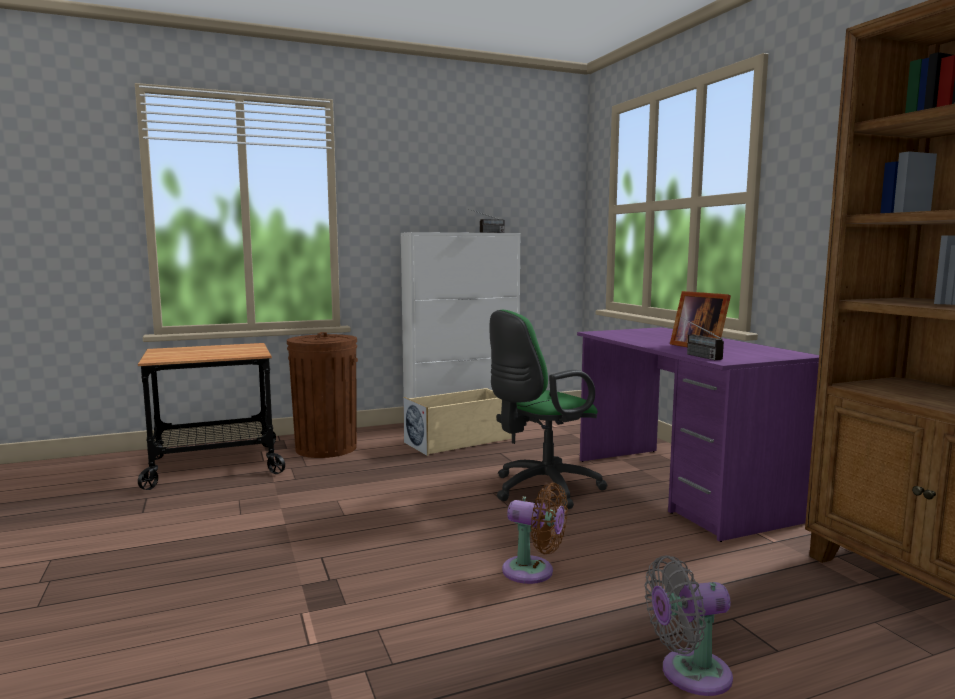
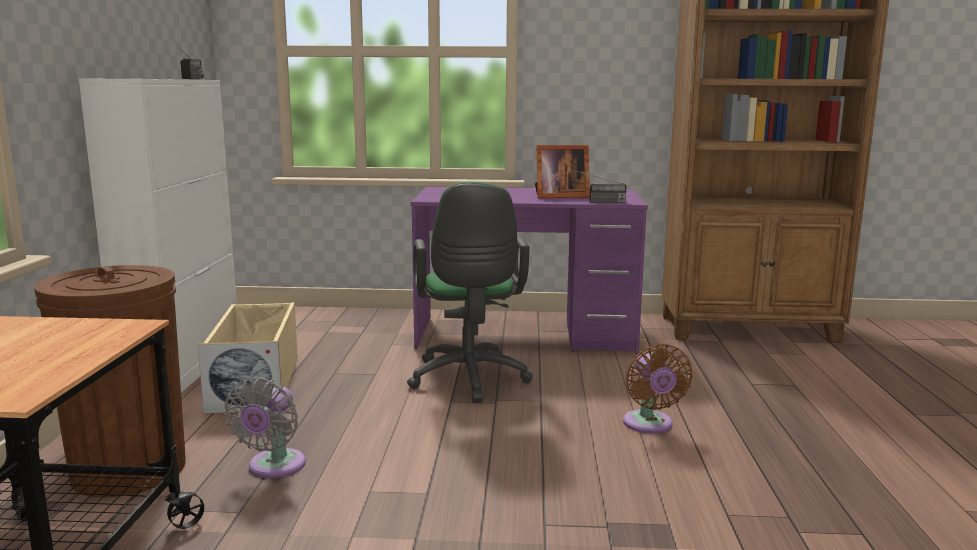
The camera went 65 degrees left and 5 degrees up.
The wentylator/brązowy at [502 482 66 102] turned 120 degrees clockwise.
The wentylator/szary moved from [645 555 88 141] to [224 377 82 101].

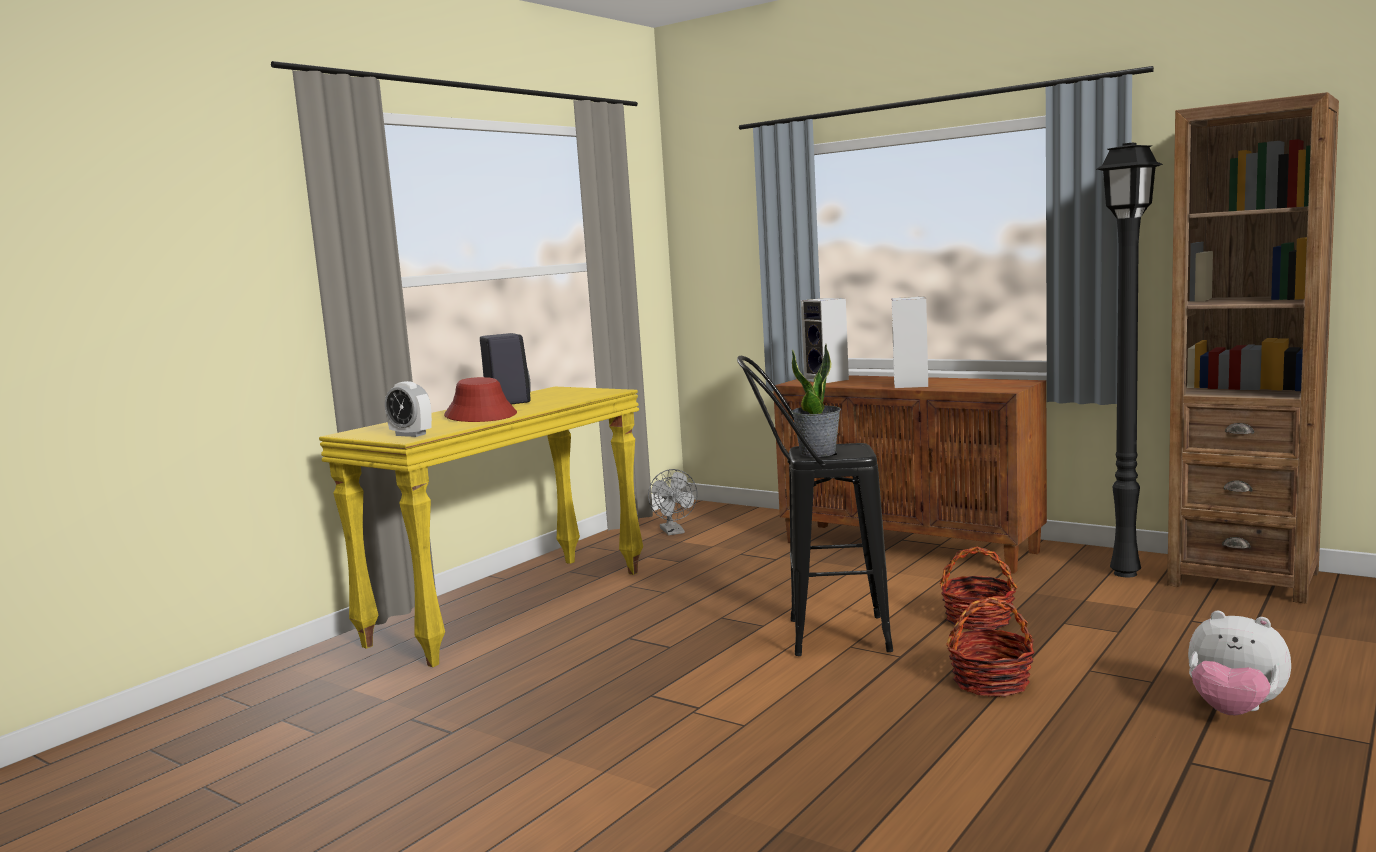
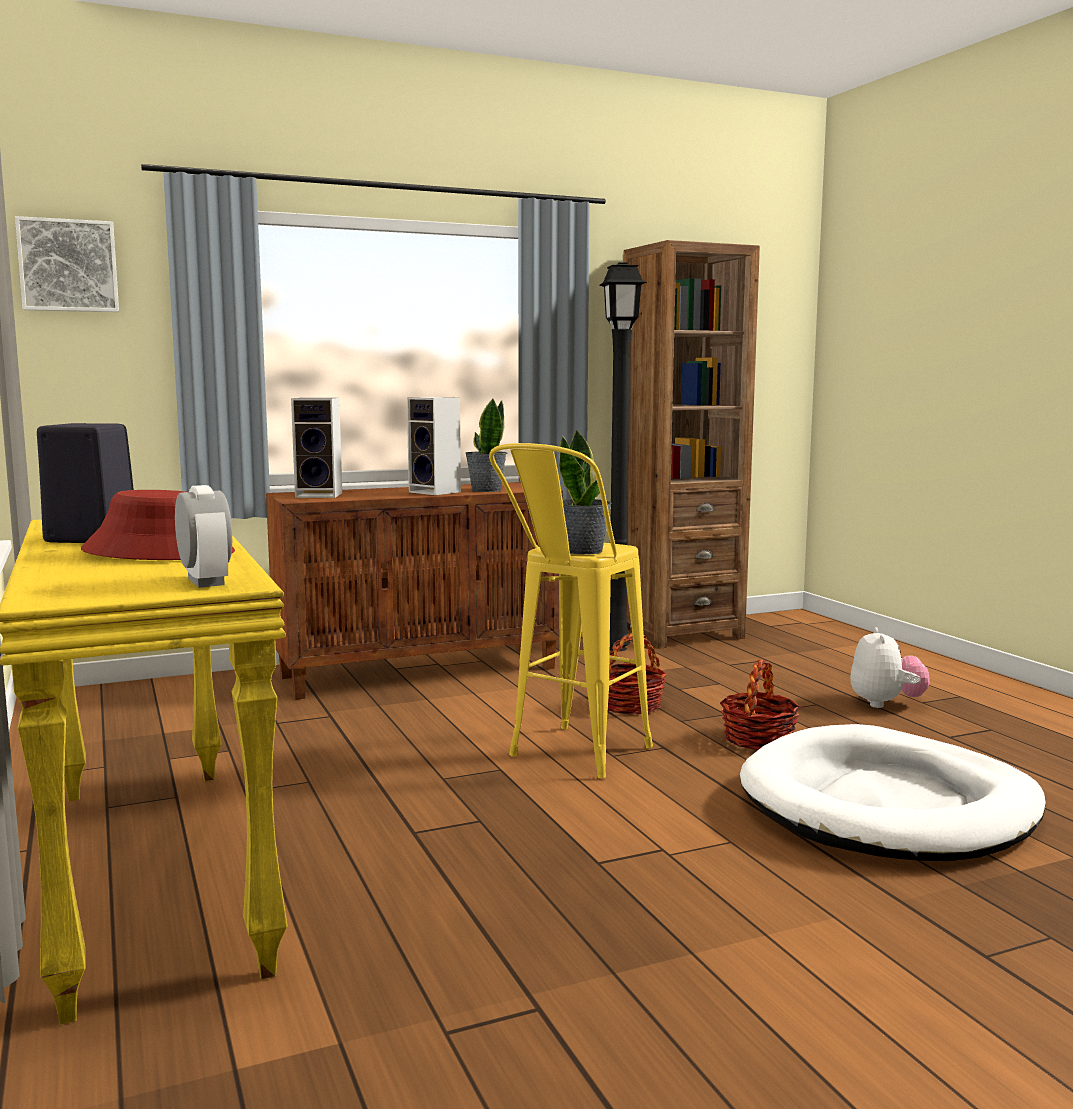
The camera went 60 degrees left and 0 degrees up.
The budzik at [385 381 47 56] turned 90 degrees counterclockwise.
The wentylator/szary at [648 469 49 66] disappeared.
The stołek/czarny at [737 356 156 300] became the stołek/żółty at [489 443 164 335].
The pluszak at [1188 611 103 104] turned 60 degrees counterclockwise.
The obraz at [15 216 104 96] appeared.
The roślina doniczkowa at [465 399 42 93] appeared.
The legowisko/biały at [740 724 306 137] appeared.

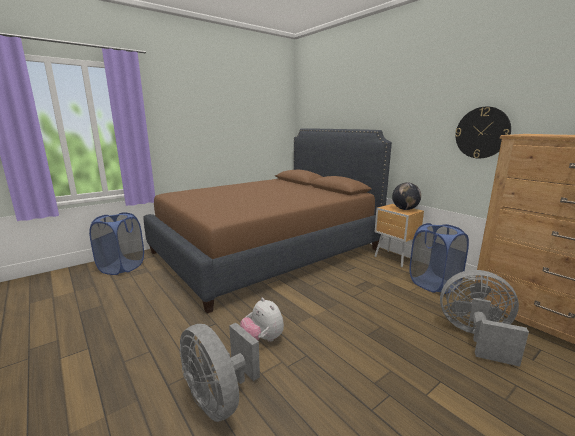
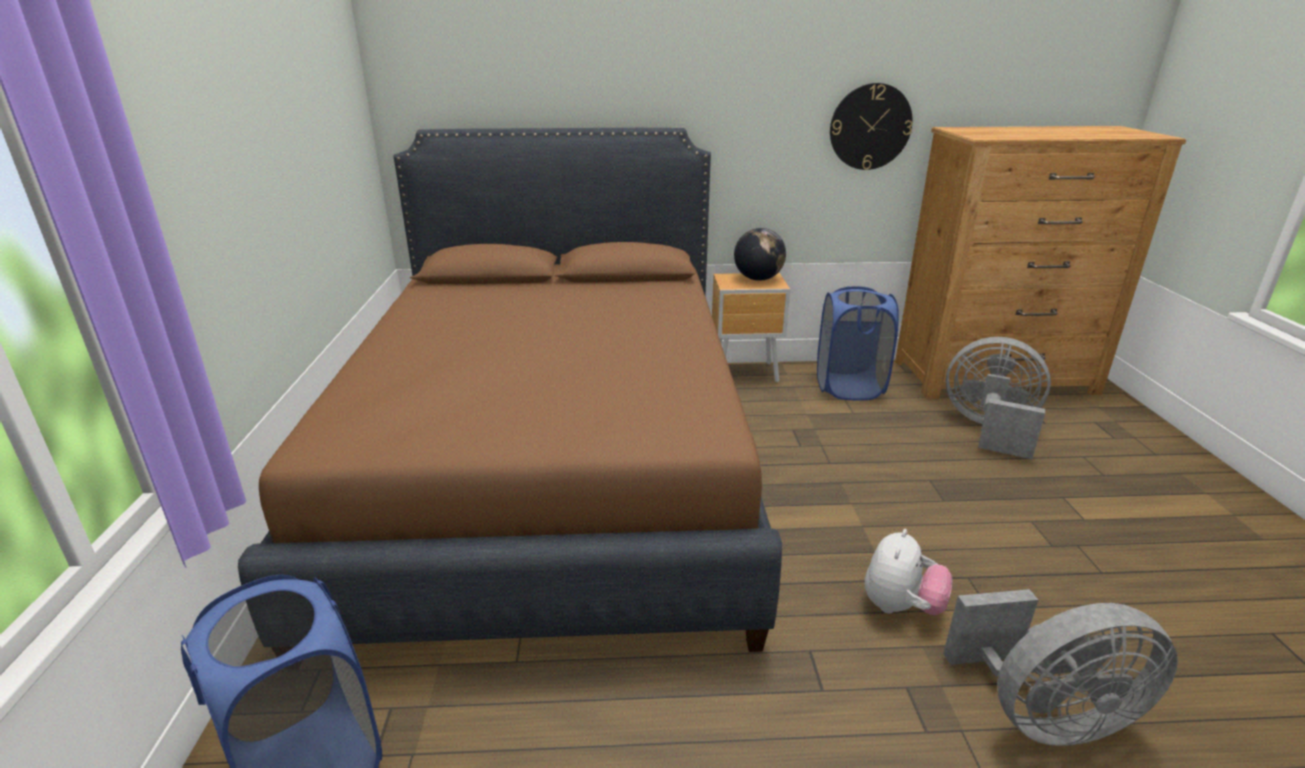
The camera went 55 degrees left and 10 degrees up.
The pluszak at [240 298 44 44] turned 60 degrees counterclockwise.
The wentylator/szary at [440 270 89 97] turned 60 degrees clockwise.

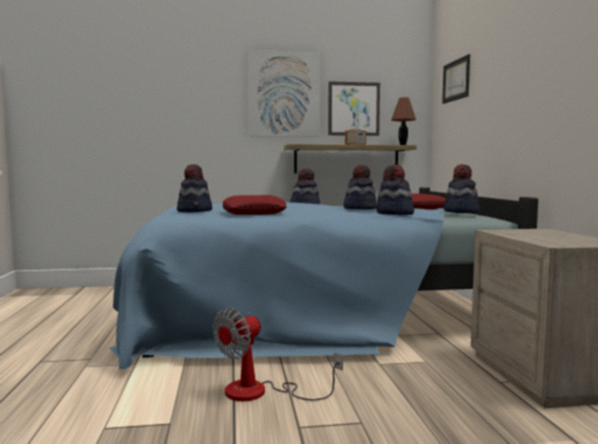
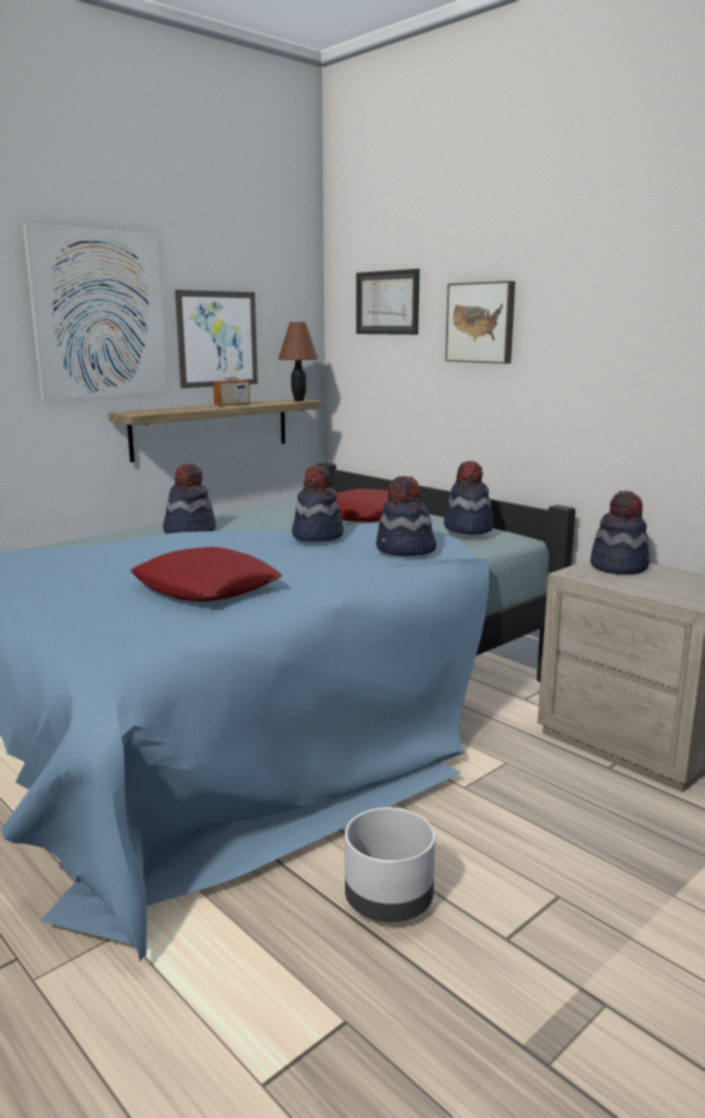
The camera went 35 degrees left and 10 degrees up.
The kapelusz moved from [177 164 35 48] to [591 490 59 84].
The wentylator at [213 307 130 94] was replaced by the donica/szary at [345 807 90 115].
The obraz at [445 281 70 83] appeared.

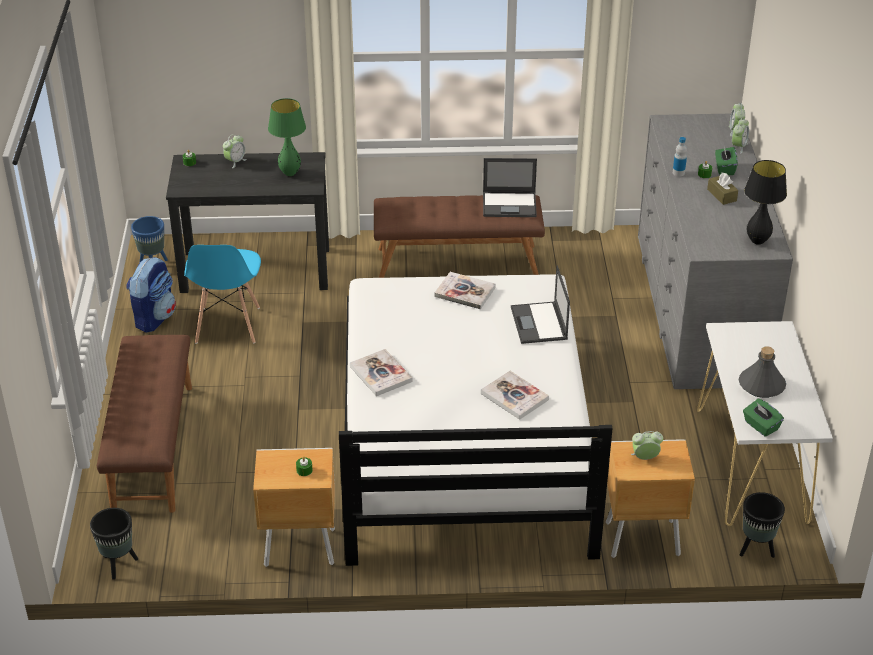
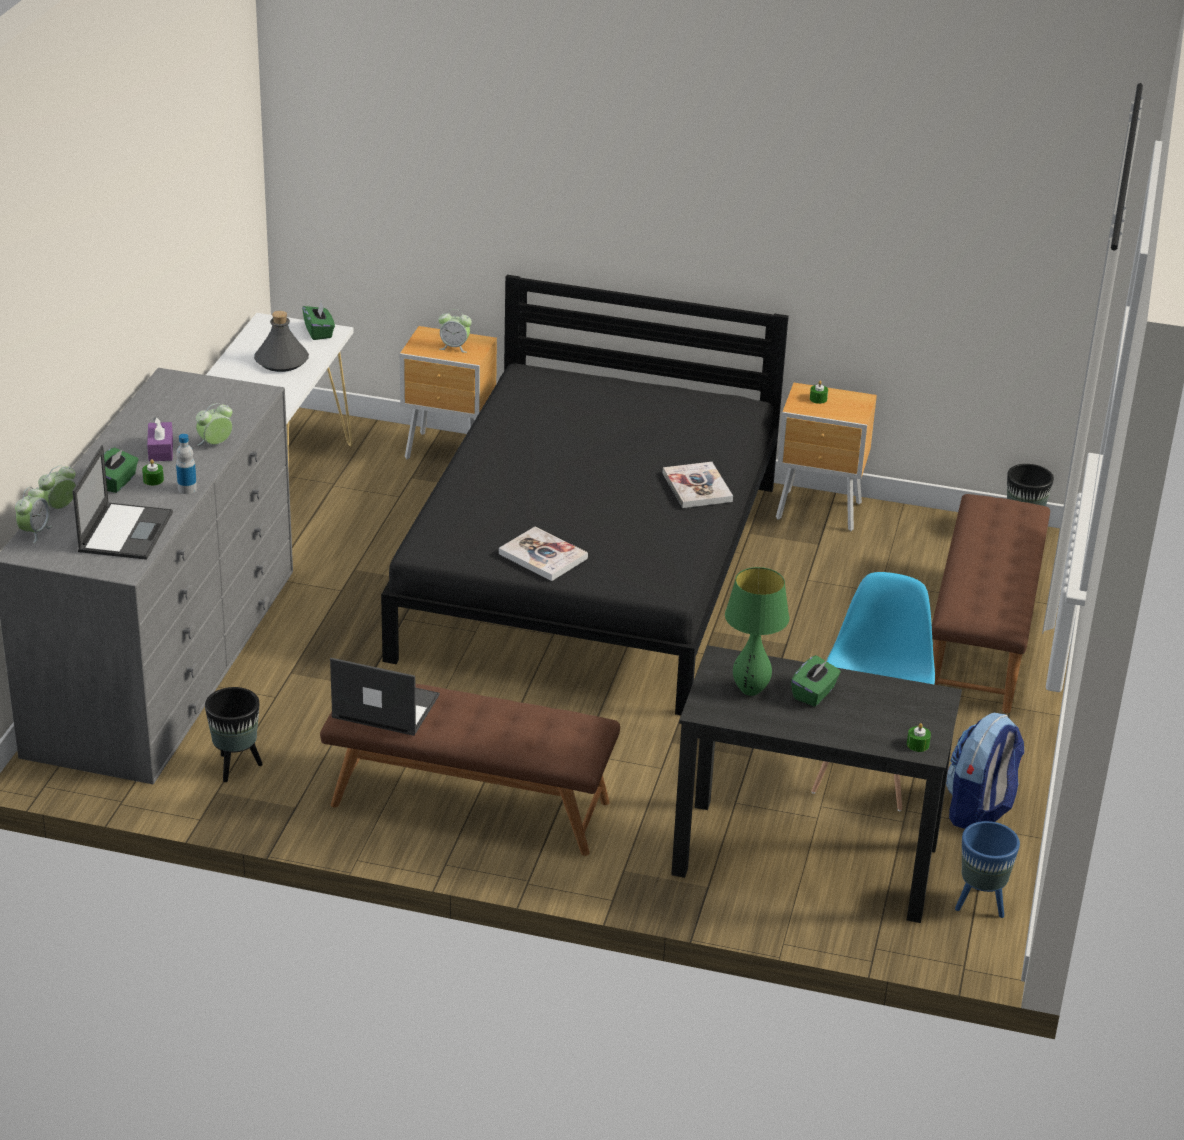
The camera went 165 degrees left and 5 degrees down.
The budzik moved from [223 134 24 34] to [196 403 37 43].
The łóżko/biały at [339 274 274 292] became the łóżko/czarny at [381 275 408 440].
The książka at [481 371 68 49] disappeared.
The laptop moved from [511 266 59 78] to [73 445 100 115].
The pudełko chusteczek/brązowy at [707 172 31 33] became the pudełko chusteczek/fioletowy at [147 417 26 45].
The donica/czarny moved from [740 492 45 66] to [205 687 58 95].
The lampa stołowa/czarny at [744 160 43 85] disappeared.
The pudełko chusteczek/zielony at [791 655 50 52] appeared.

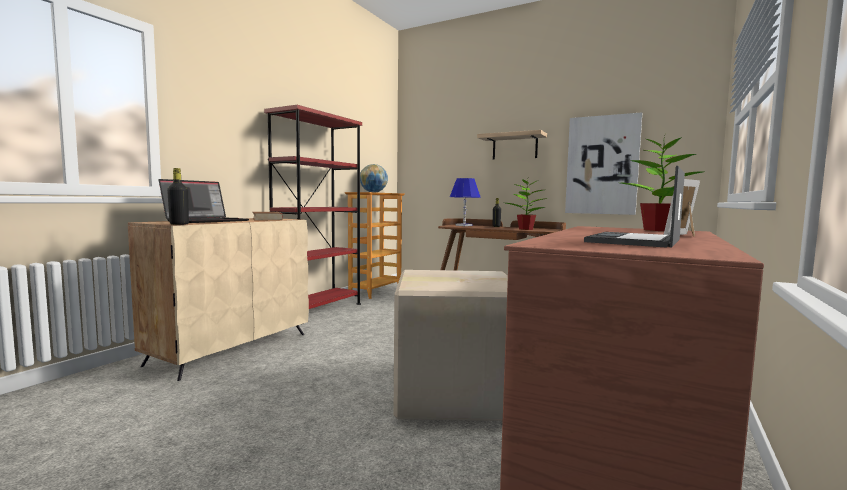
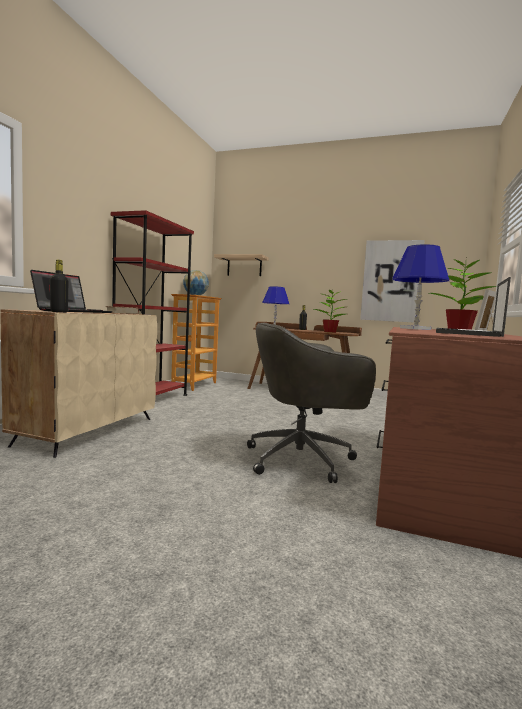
The camera went 10 degrees left and 0 degrees up.
The karton at [394 270 114 151] was replaced by the krzesło biurowe/szary at [247 323 129 160].
The półka moved from [477 130 70 30] to [214 254 55 22].
The lampa stołowa/niebieski at [392 244 57 86] appeared.

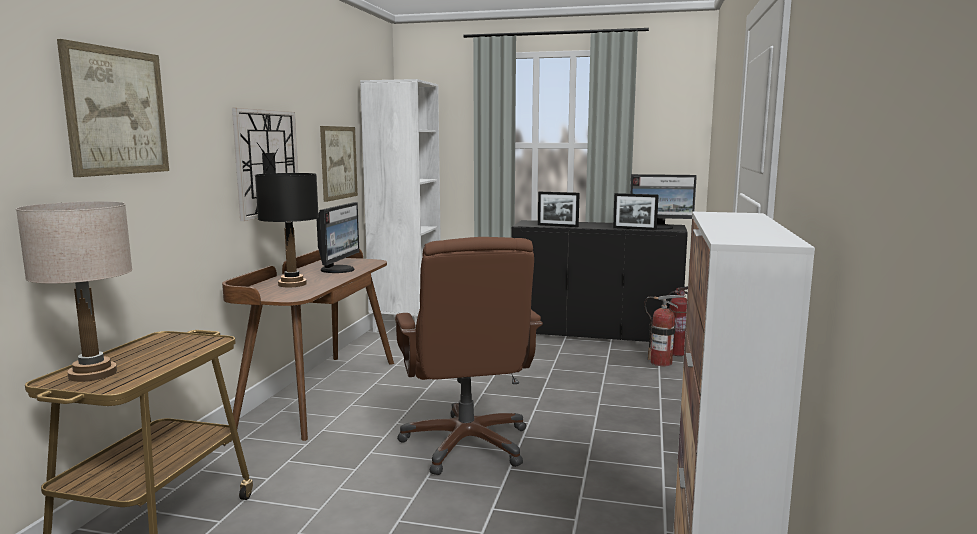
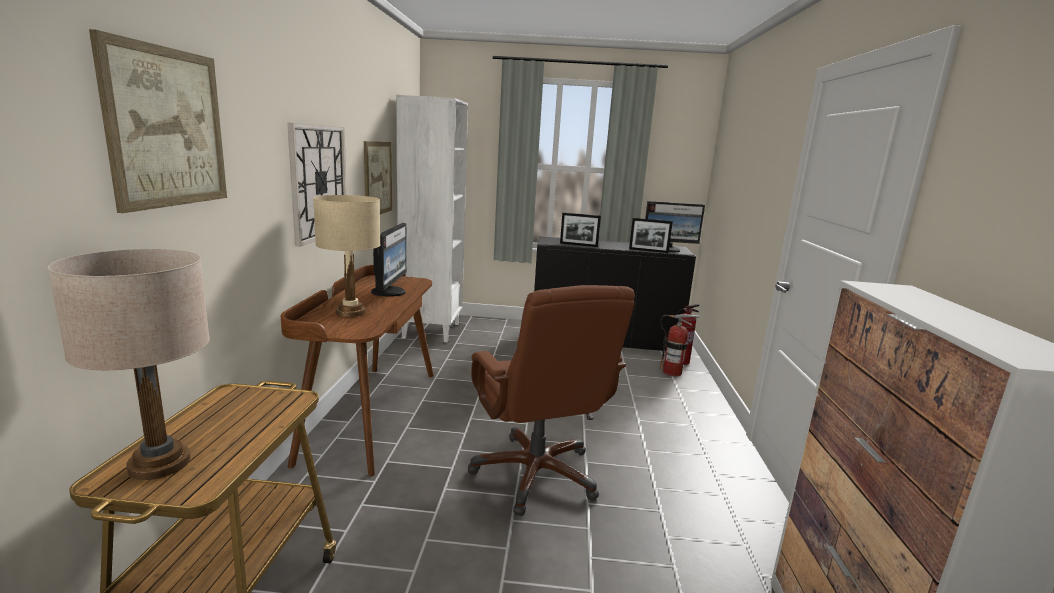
The camera went 10 degrees left and 5 degrees up.
The lampa stołowa/czarny at [255 173 64 115] became the lampa stołowa/beżowy at [313 195 67 122].

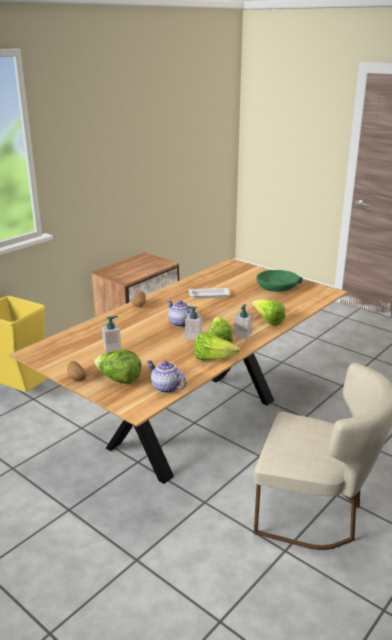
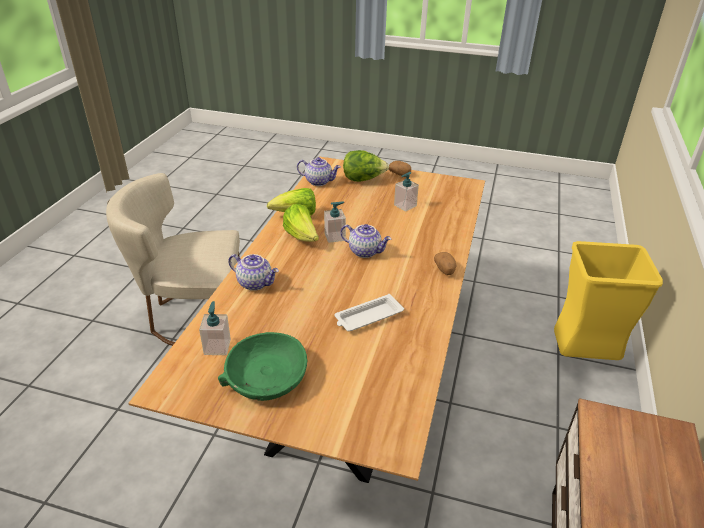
The camera went 155 degrees right and 10 degrees up.
The dozownik mydła moved from [234 304 19 36] to [199 301 32 54].
The sałata at [252 299 33 27] was replaced by the imbryk at [228 254 51 37].

